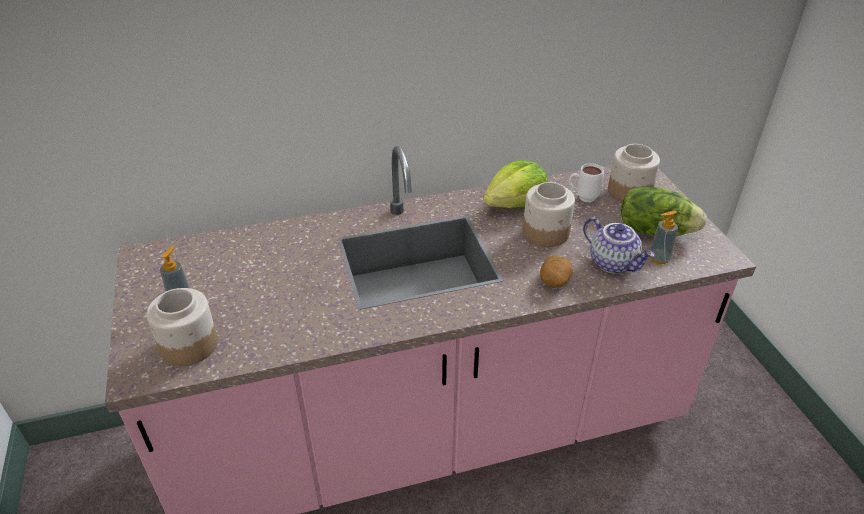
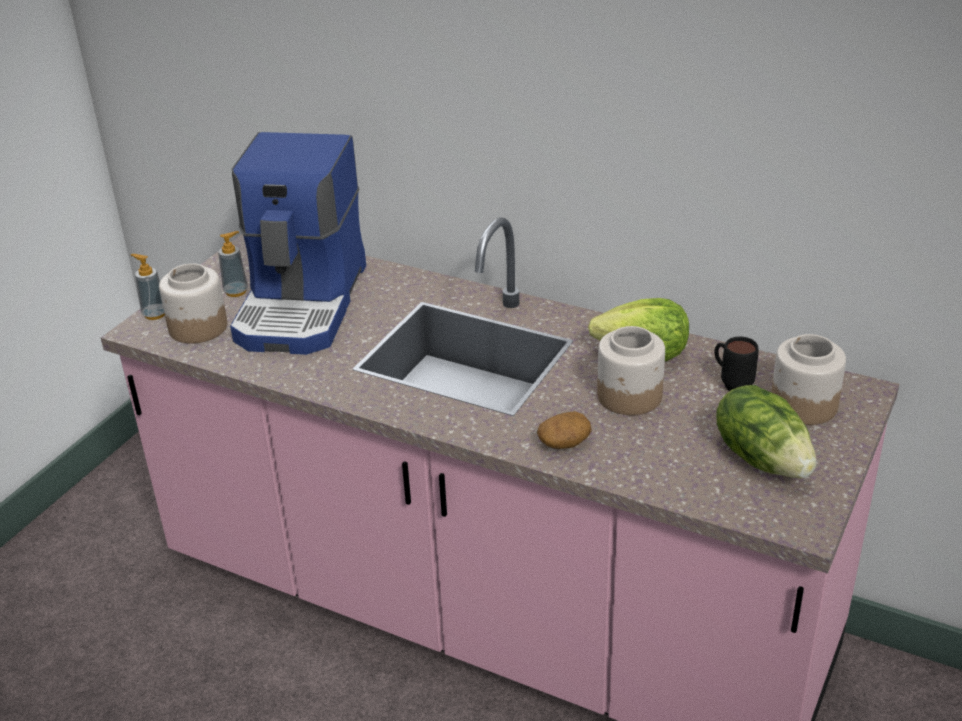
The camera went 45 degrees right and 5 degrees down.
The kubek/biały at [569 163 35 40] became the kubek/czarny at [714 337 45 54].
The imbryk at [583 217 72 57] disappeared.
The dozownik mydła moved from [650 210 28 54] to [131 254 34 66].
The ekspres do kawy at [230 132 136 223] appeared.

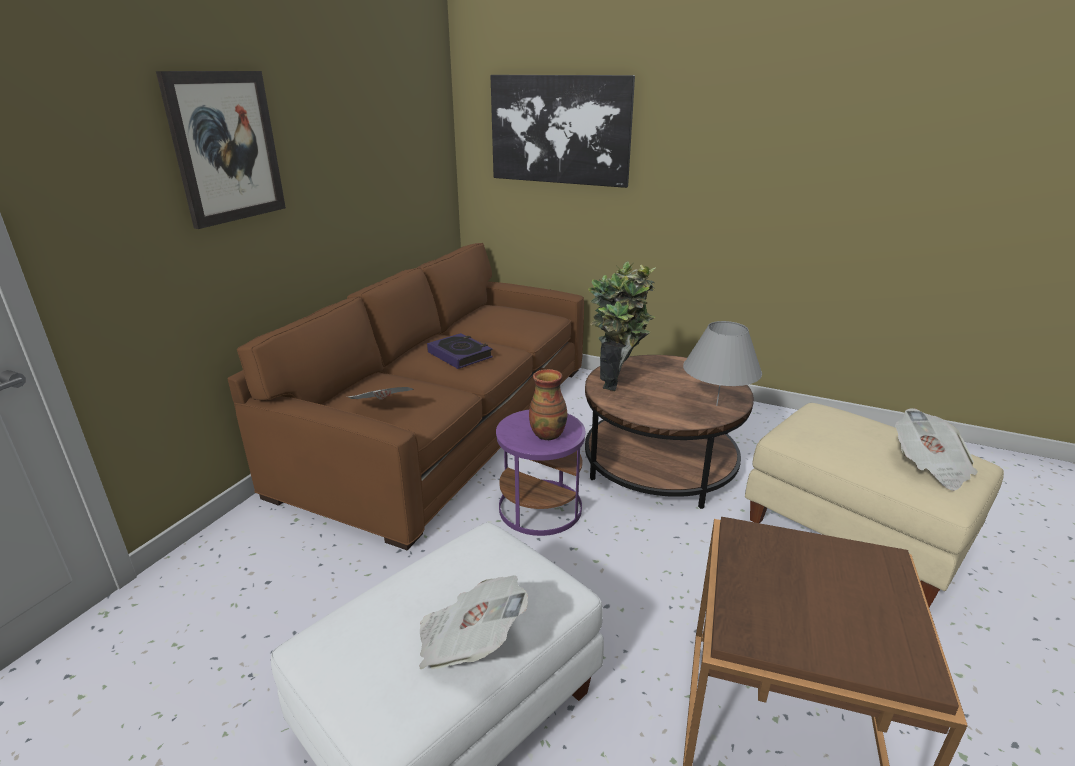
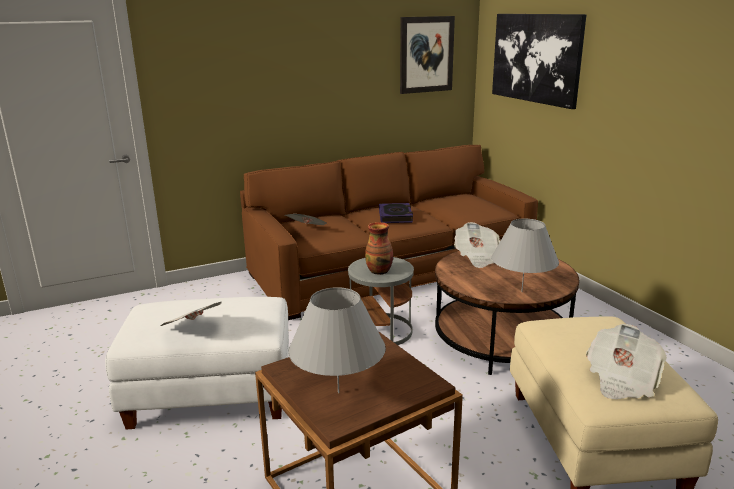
The camera went 40 degrees right and 5 degrees down.
The obraz moved from [156 71 130 158] to [400 16 55 78].
The stolik/fioletowy at [496 410 89 126] became the stolik/szary at [348 257 66 88].
The roślina doniczkowa at [588 261 68 130] was replaced by the gazeta at [454 222 46 46].
The lampa stołowa/szary at [288 287 98 106] appeared.

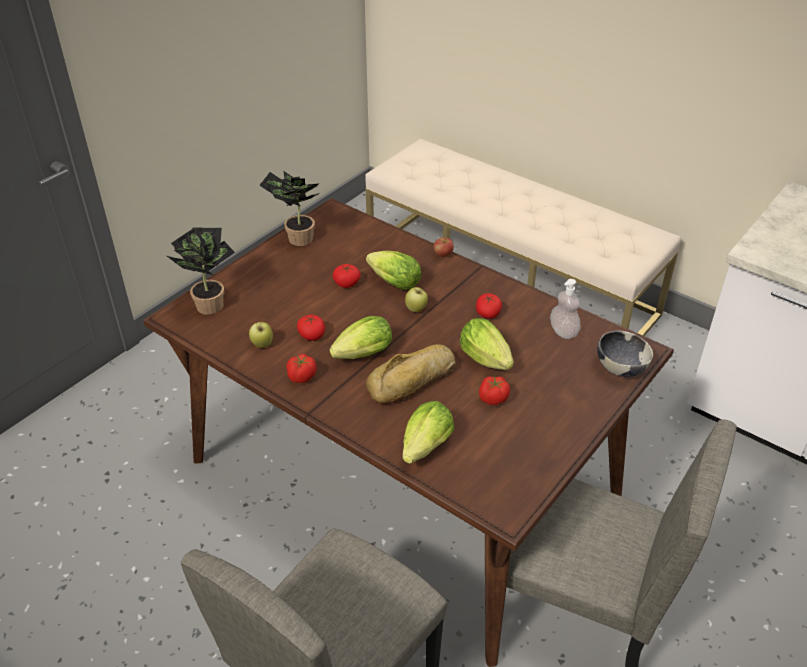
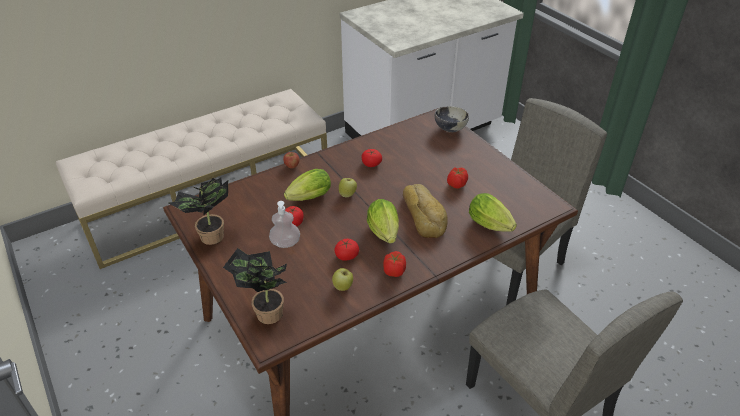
The camera went 70 degrees left and 0 degrees up.
The sałata at [460 318 54 52] disappeared.
The dozownik mydła moved from [550 279 31 60] to [269 201 31 47].

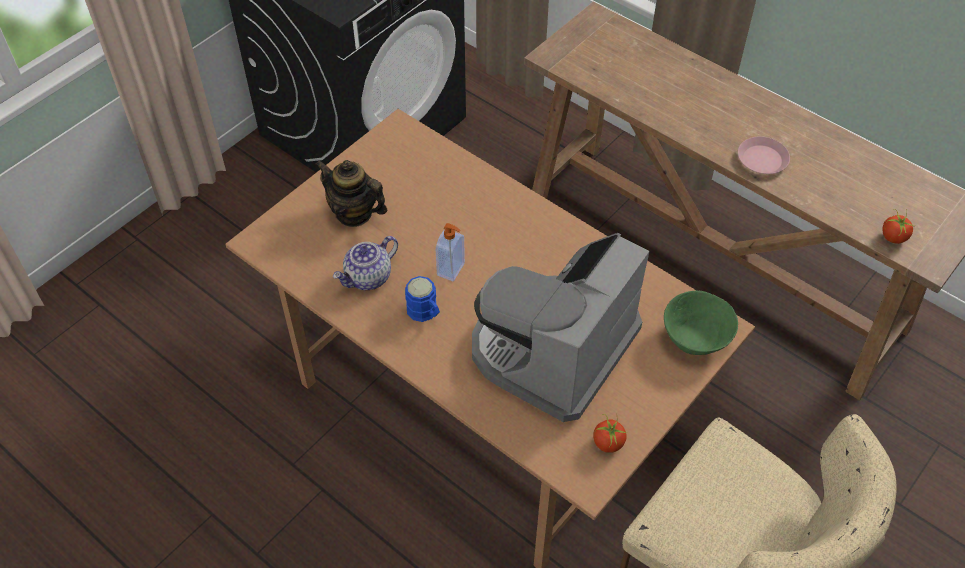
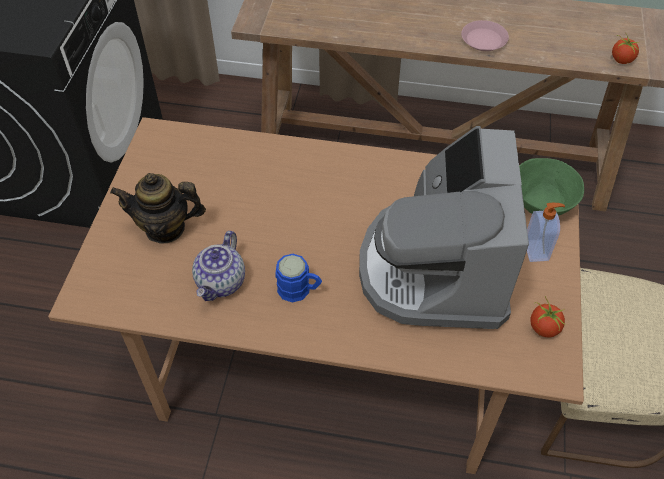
The camera went 30 degrees left and 0 degrees up.
The dozownik mydła moved from [436 223 29 58] to [527 203 38 59].

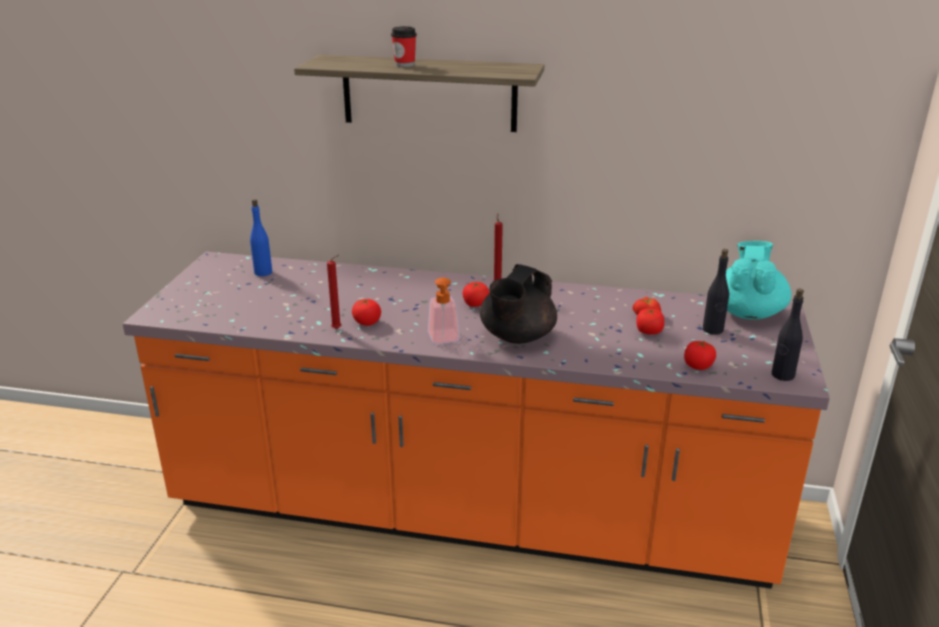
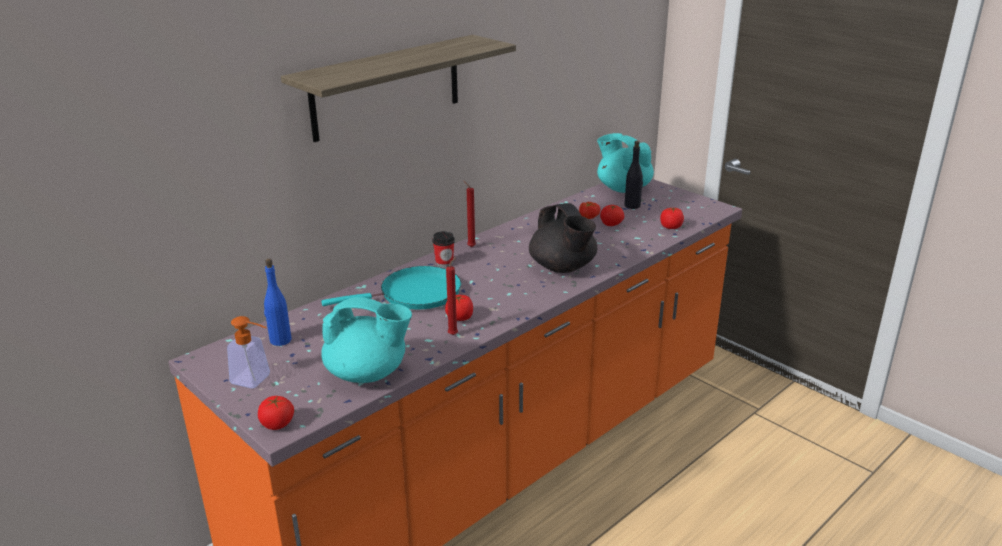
The camera went 55 degrees left and 0 degrees up.
The filiżanka moved from [391 26 26 41] to [432 231 23 37].
The dozownik mydła moved from [428 278 32 66] to [227 316 43 72].
The pomidor moved from [463 282 26 25] to [258 396 36 34].
The butelka/czarny at [772 289 32 92] disappeared.
The patelnia/turkusowy at [321 266 140 44] appeared.
The imbryk/turkusowy at [321 297 91 86] appeared.

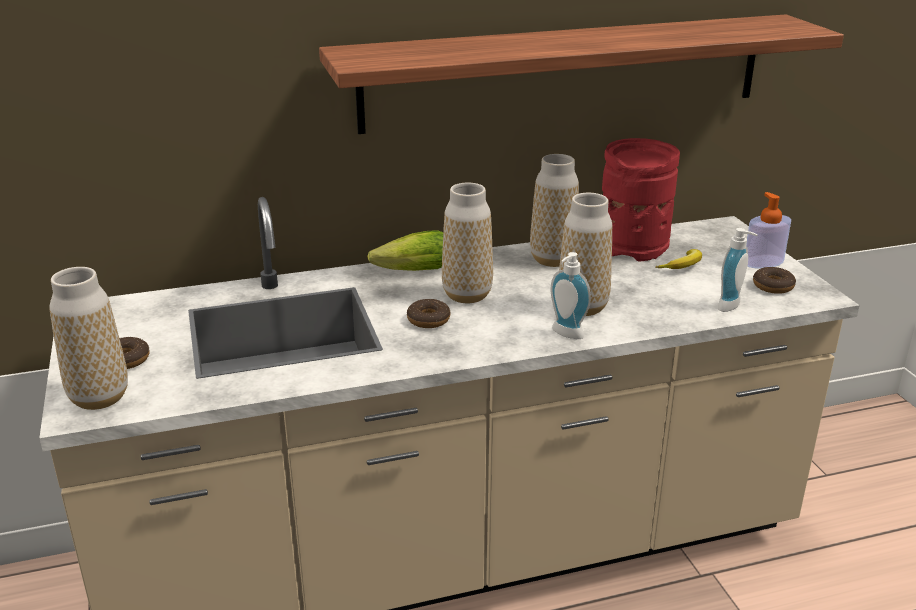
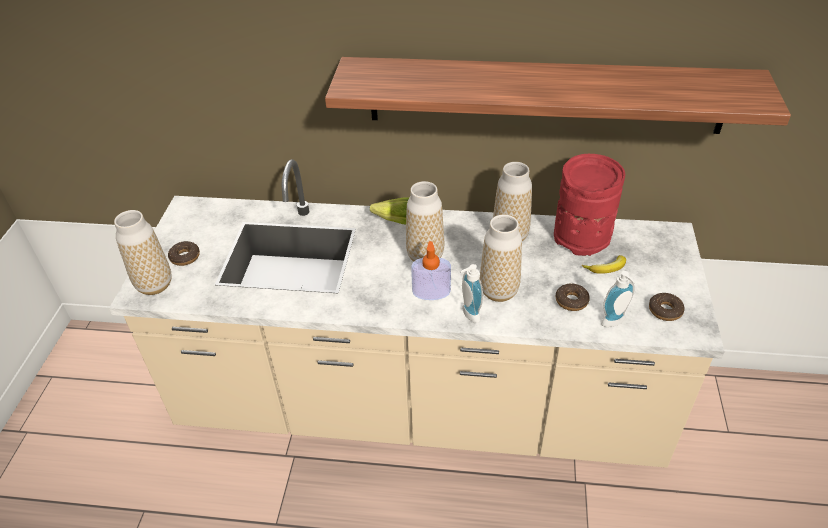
The camera went 25 degrees right and 15 degrees up.
The donut moved from [407 299 43 29] to [556 283 34 28].
The dozownik mydła moved from [746 192 45 77] to [411 241 40 59].

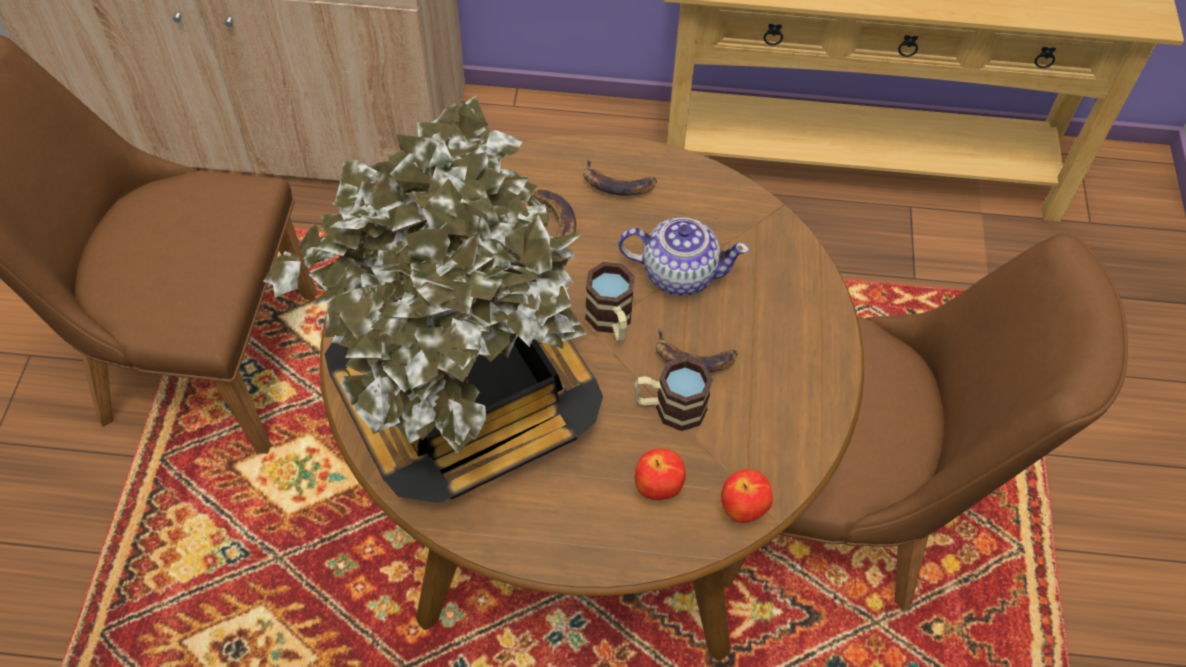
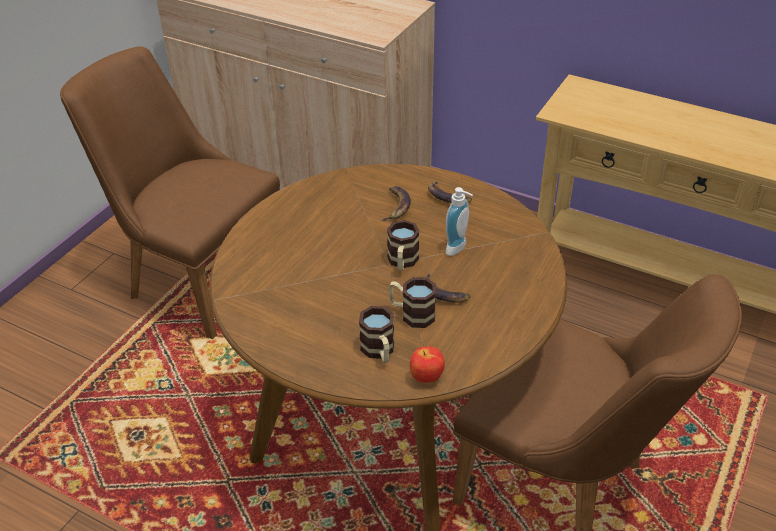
The camera went 25 degrees right and 15 degrees down.
The roślina doniczkowa at [263 95 340 408] disappeared.
The imbryk at [618 217 131 79] was replaced by the dozownik mydła at [446 187 27 69].
The jabłko at [635 449 51 51] was replaced by the kubek at [359 306 35 57].

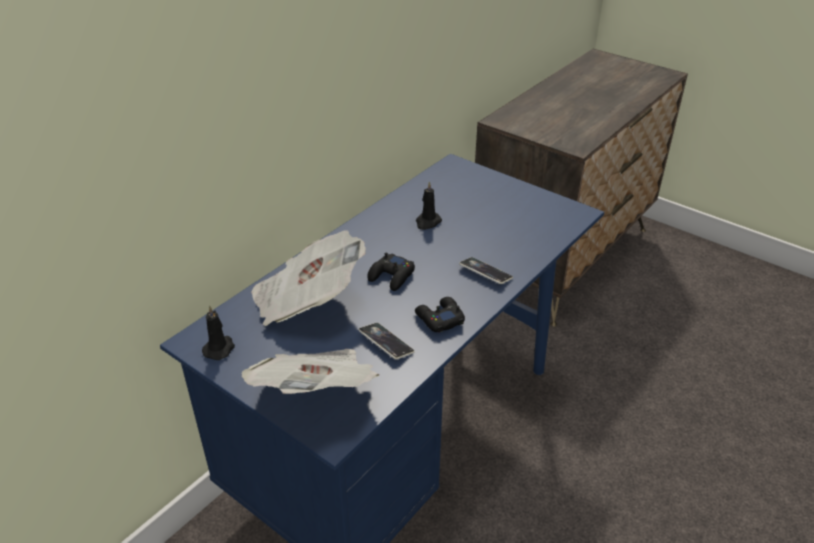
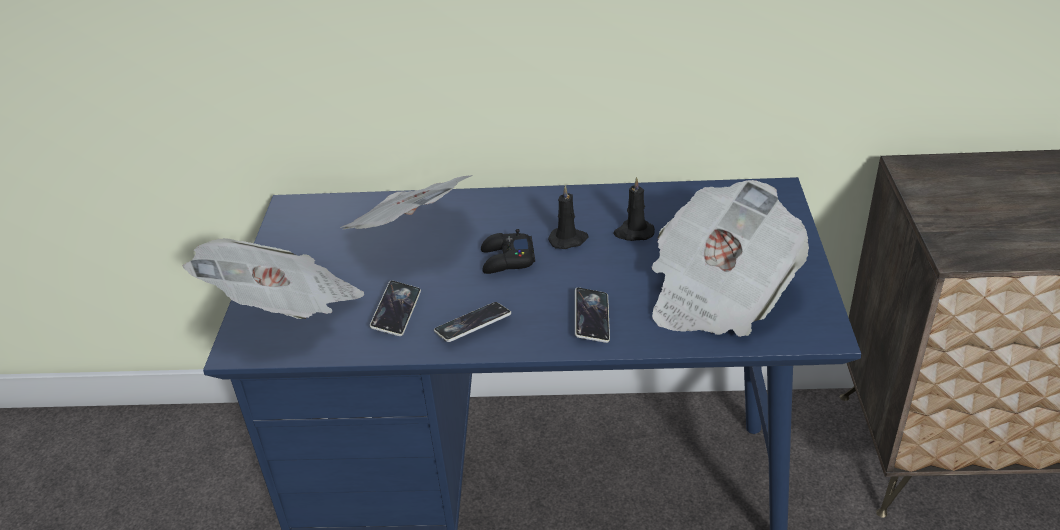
The camera went 55 degrees right and 0 degrees up.
The świeca/czarny moved from [202 306 33 54] to [548 185 41 64].
The pad do gier/czarny at [415 297 50 35] was replaced by the telefon at [434 302 78 40].
The gazeta at [652 180 157 157] appeared.

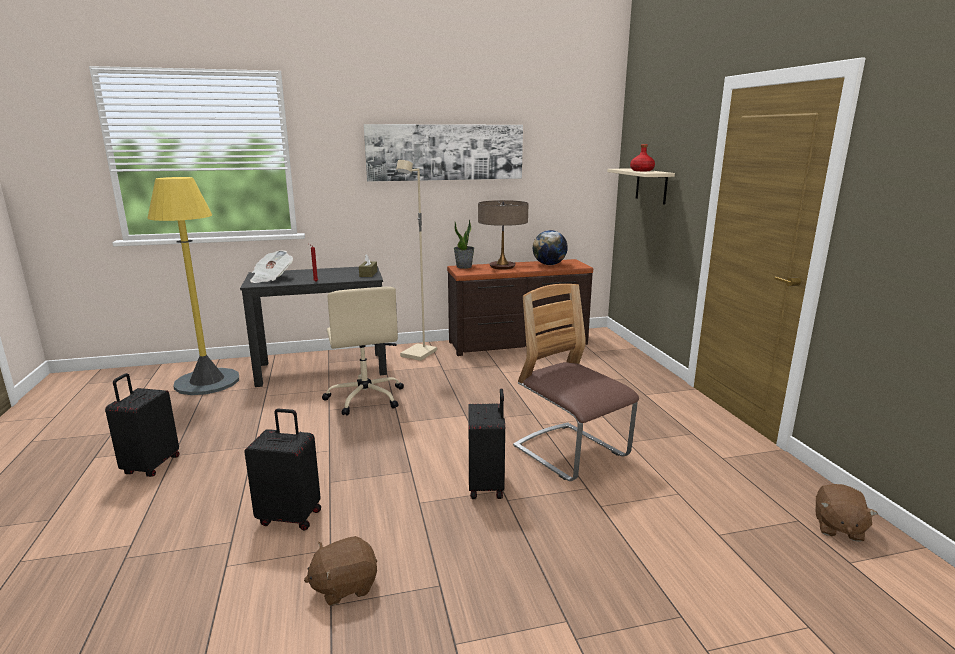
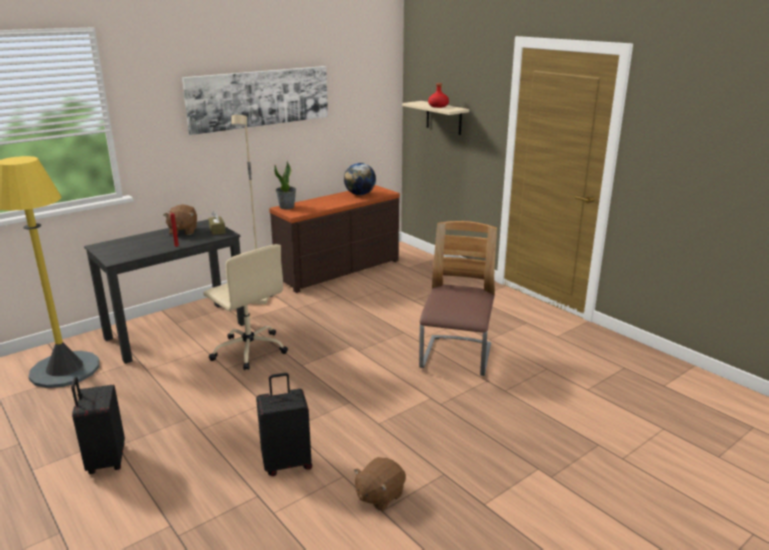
The camera went 25 degrees left and 5 degrees up.
The gazeta at [250 250 43 33] disappeared.
The walizka/czarny at [468 388 37 111] disappeared.
The lampa stołowa at [478 200 51 70] disappeared.
The krzesło at [513 284 126 197] turned 75 degrees clockwise.
The pluszak/brązowy moved from [816 484 62 58] to [164 204 33 31].

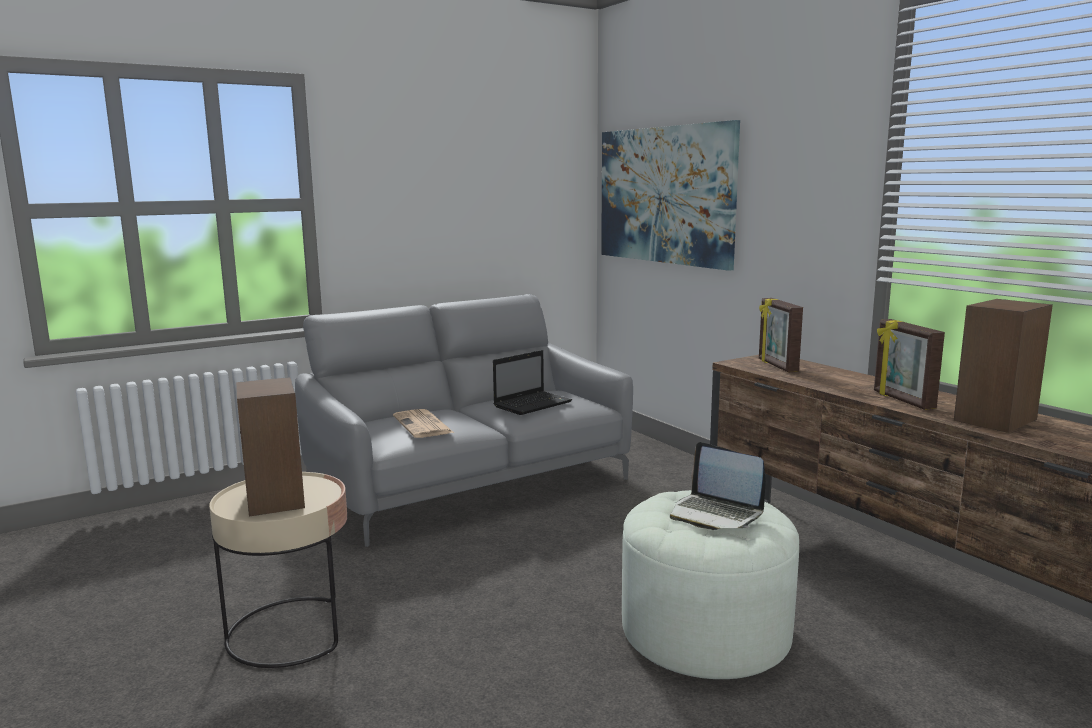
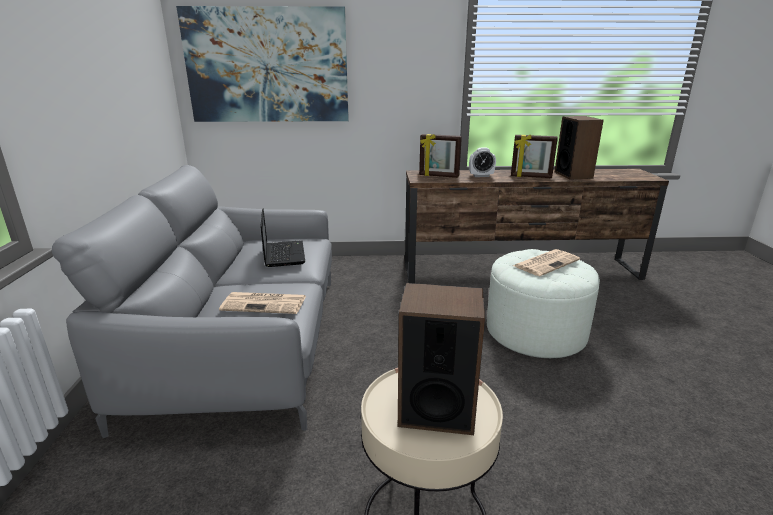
The camera went 60 degrees left and 10 degrees up.
The laptop at [670 442 96 88] was replaced by the gazeta at [513 249 67 27].
The budzik at [469 147 27 30] appeared.

